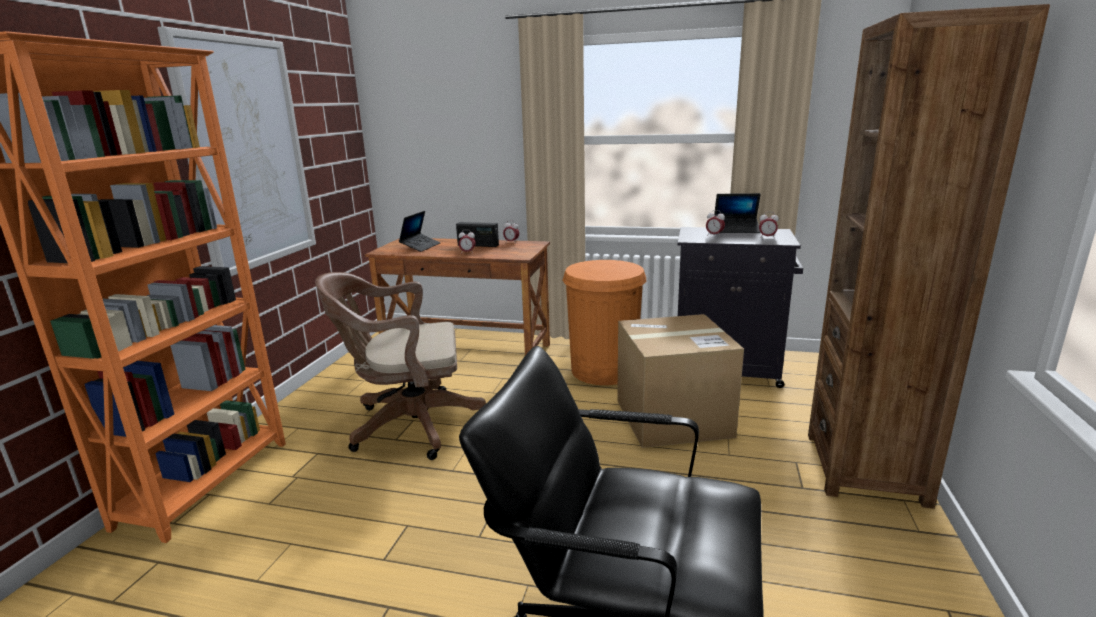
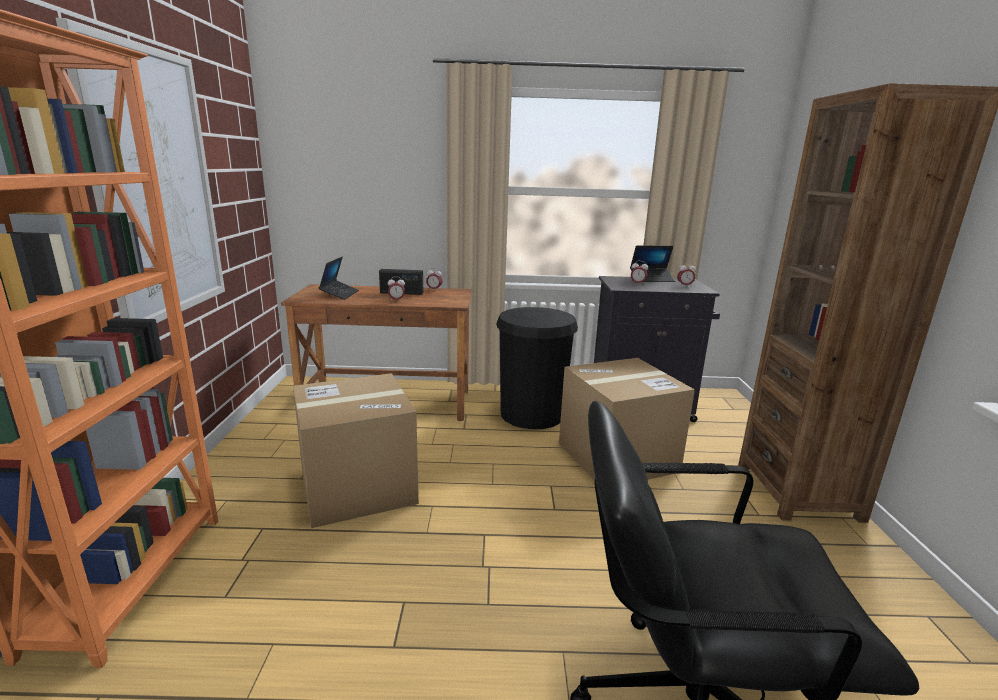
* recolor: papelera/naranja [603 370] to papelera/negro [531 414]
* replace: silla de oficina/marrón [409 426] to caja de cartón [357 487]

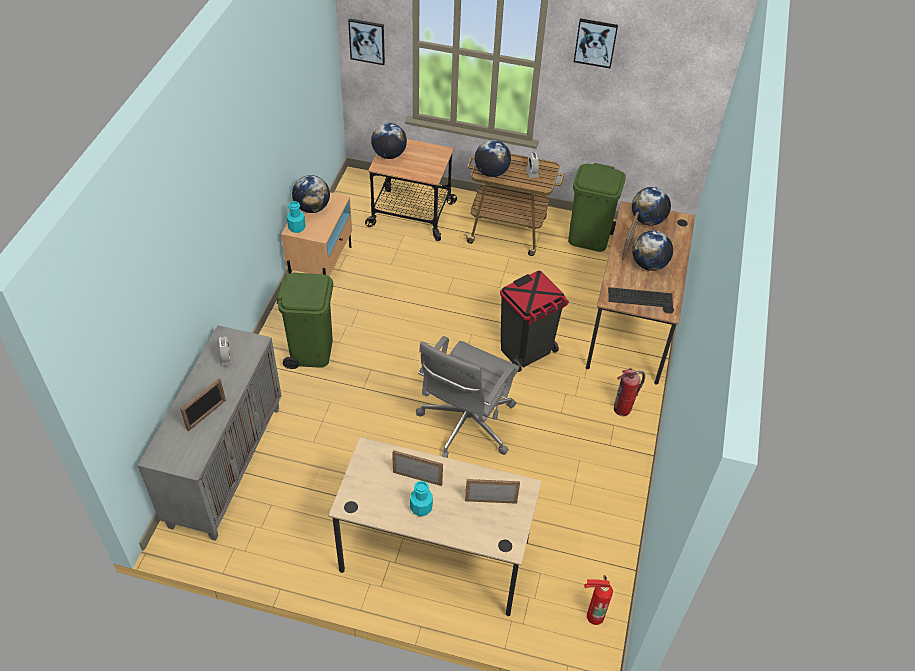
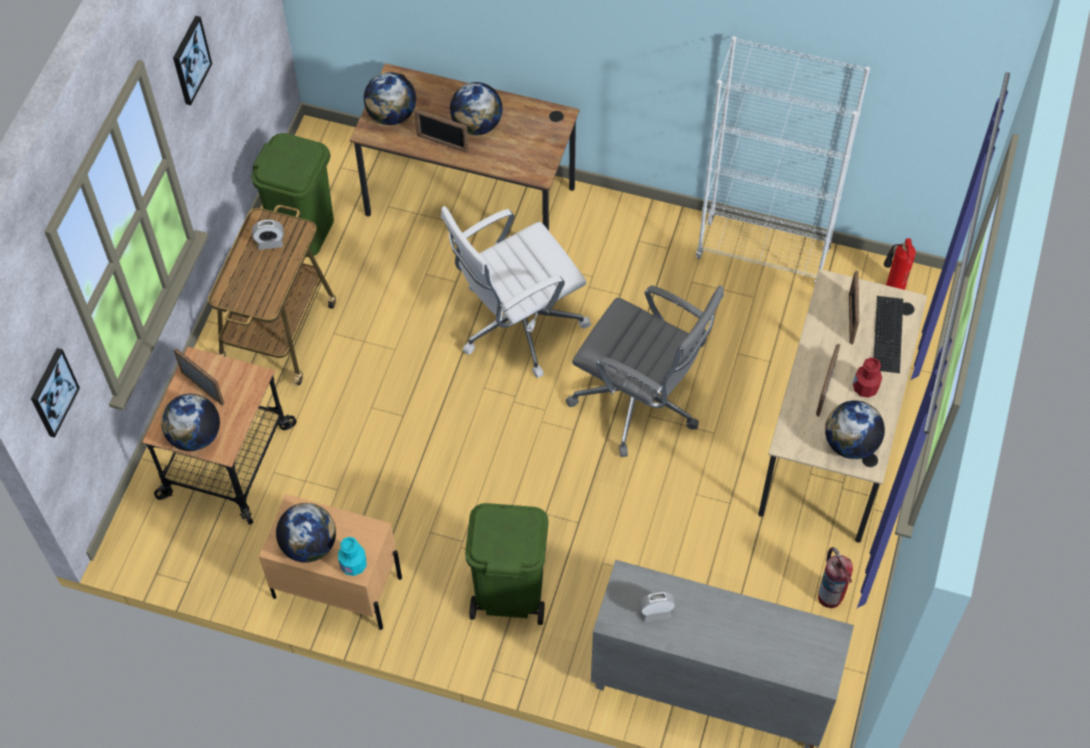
* move: globo terráqueo [491 172] to [850 444]
* replace: papelera/negro [526 351] to silla de oficina/blanco [517 324]
* move: teclado [639 298] to [889 335]
* move: extintor [622 409] to [830 596]
* move: portarretratos [206 415] to [202 387]
* recolor: botella/turquesa [421 507] to botella/rojo [865 388]
* insert: estantería/blanco [763 253]

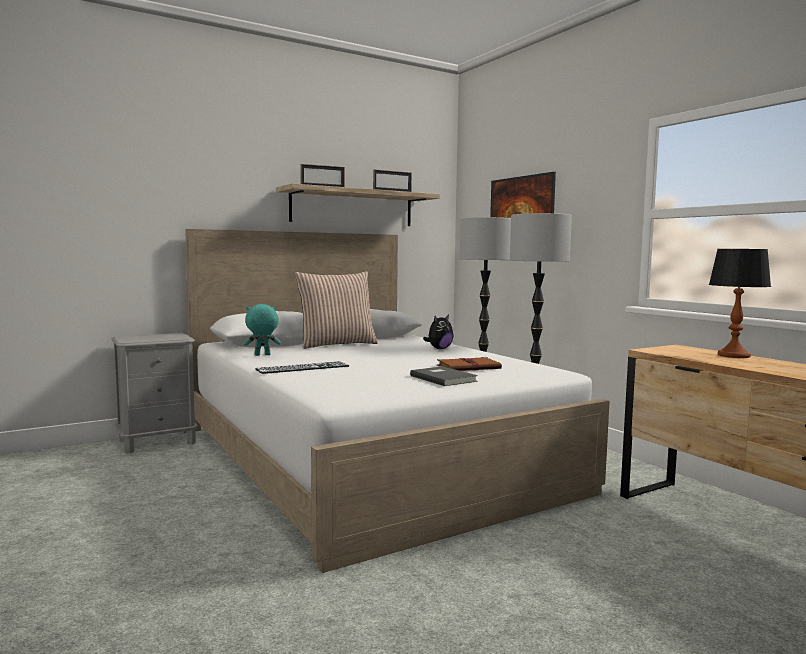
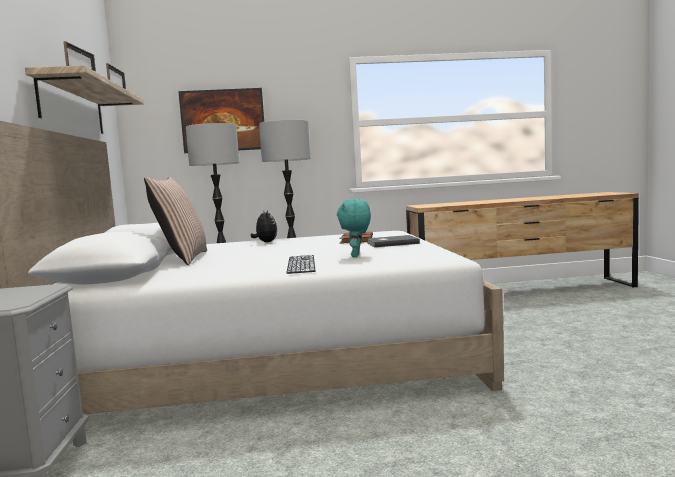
* delete: lámpara de mesa [733 355]
* move: peluche/turquesa [262 355] to [356 256]

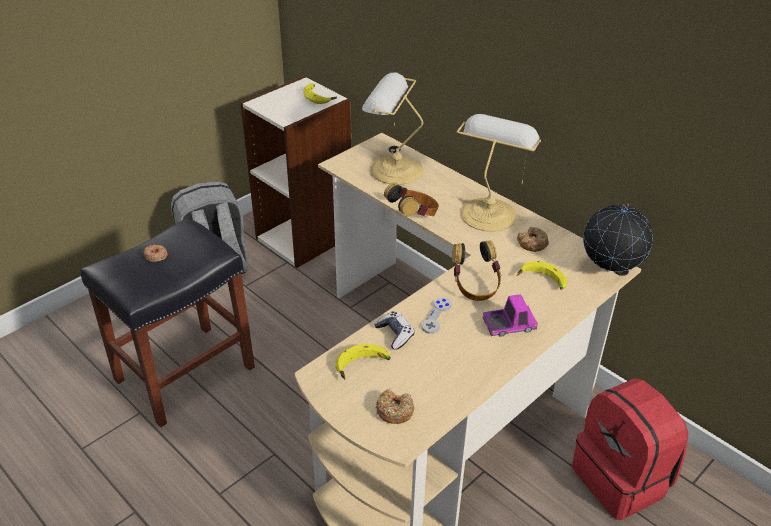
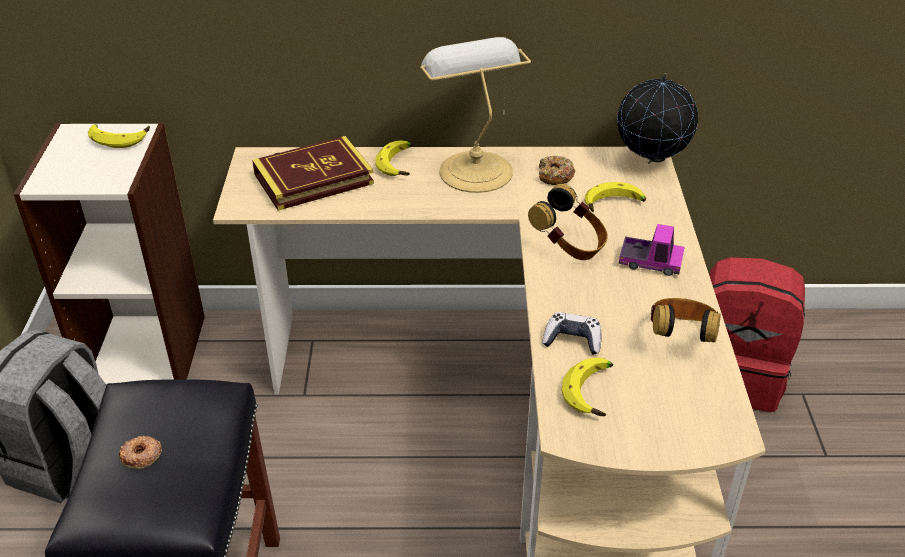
* replace: lámpara de mesa [393 169] to libro [313 179]
* move: auriculares [413 216] to [680 339]
* rotate: camión de juguete [509 326] = [650 262] 75 degrees clockwise
* delete: mando de consola/gris [436 316]
* delete: rosquilla [394 411]
* insert: plátano [400 164]

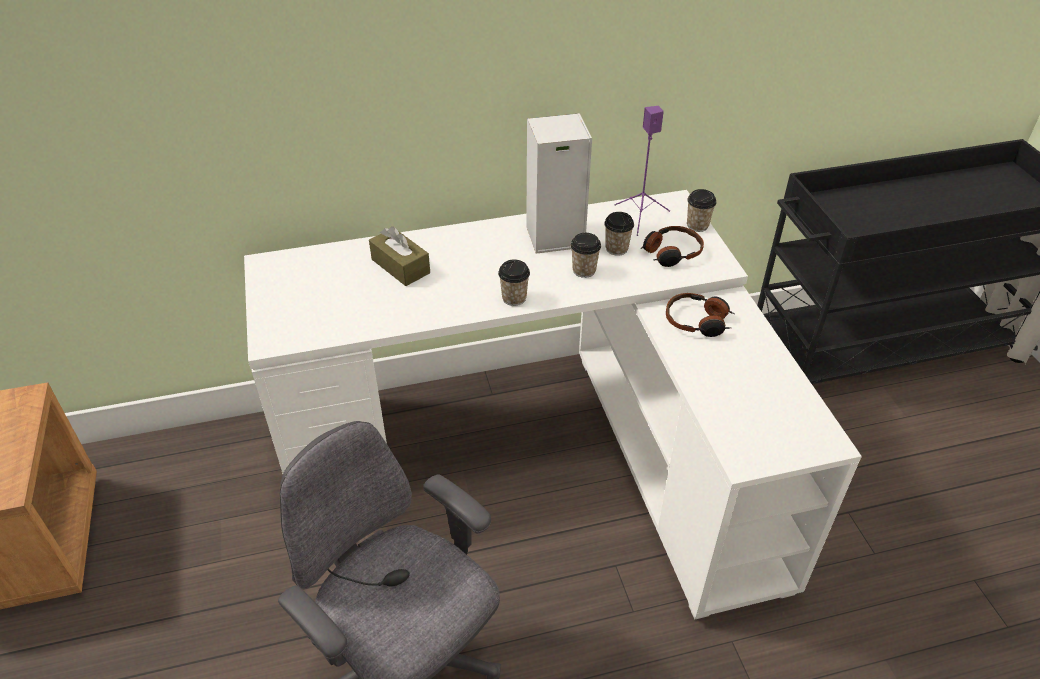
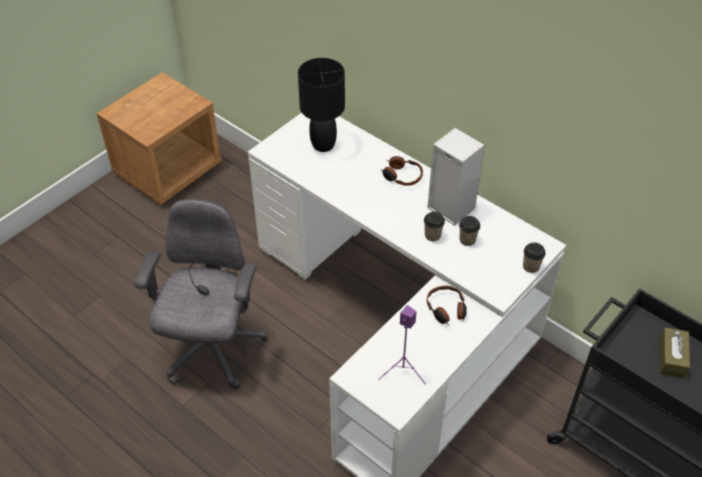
* move: altavoz/morado [640 217] to [402 370]
* move: caja de pañuelos/marrón [400 266] to [671 358]
* move: auriculares [671 253] to [401 176]
* delete: taza [514 298]
* insert: lámpara de mesa/negro [323 145]

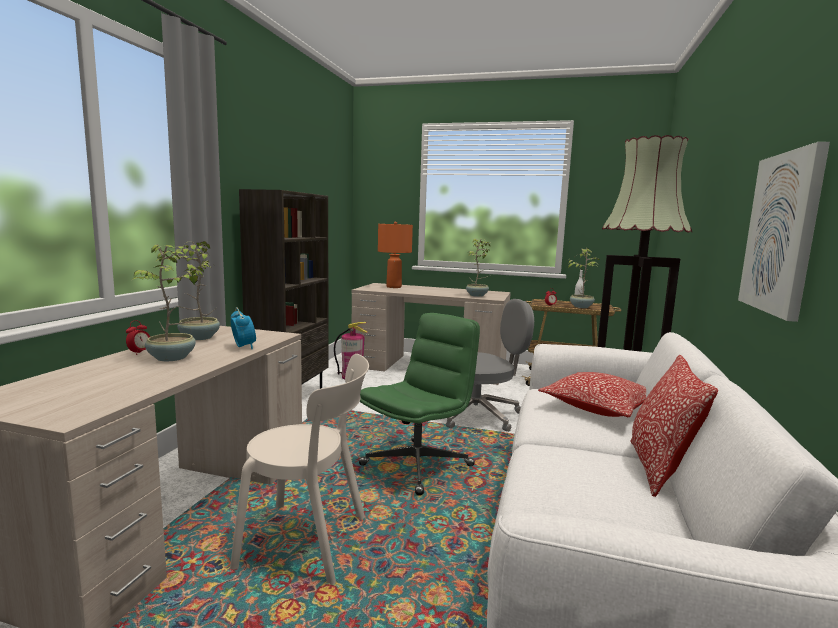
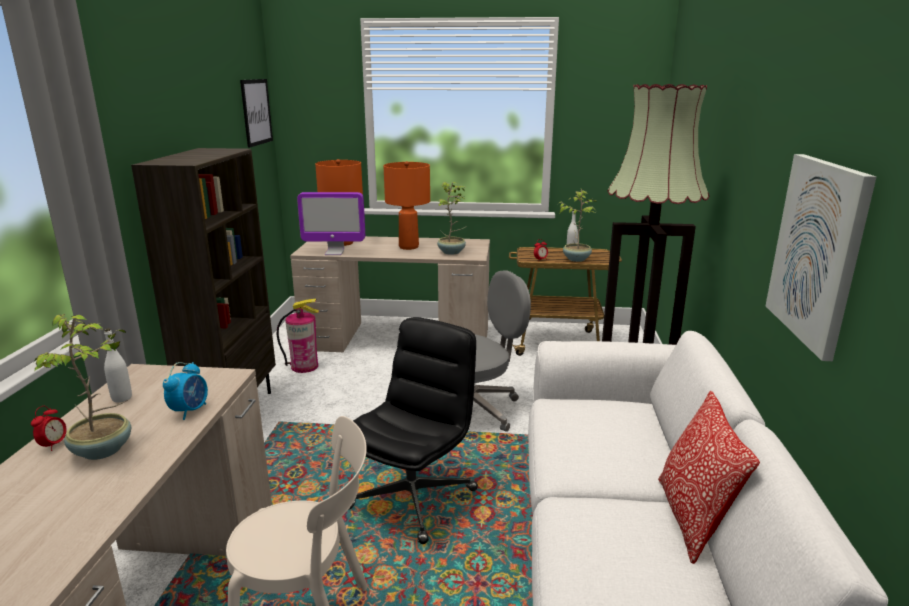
* replace: planta en maceta [198 338] to botella/blanco [122 398]
* rotate: despertador [243 347] = [190 410] 60 degrees clockwise
* recolor: silla de oficina/verde [417 465] to silla de oficina/negro [412 498]
* delete: cojín [599 407]
* insert: cuadro [256 112]
* insert: lámpara de mesa/naranja [408 247]
* insert: monitor [334 252]

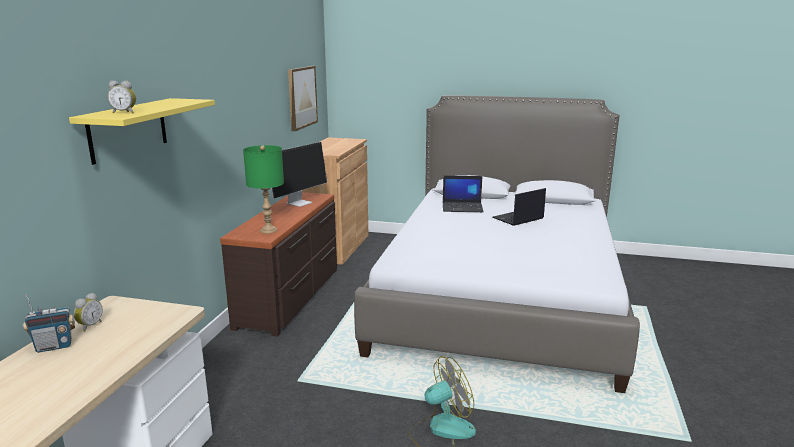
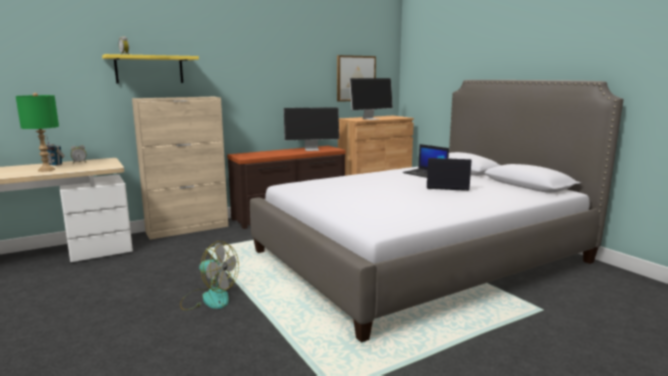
* move: lámpara de mesa/verde [268 230] to [46 170]
* insert: monitor [371 119]
* insert: armario/beis [188 229]

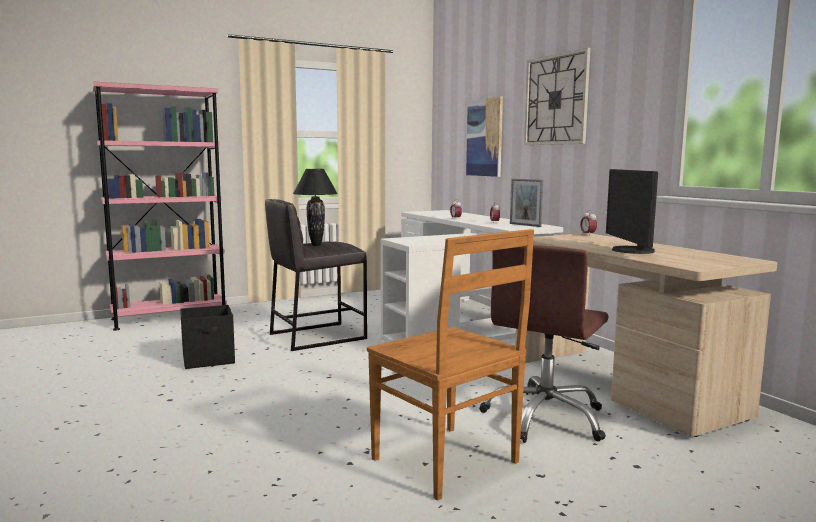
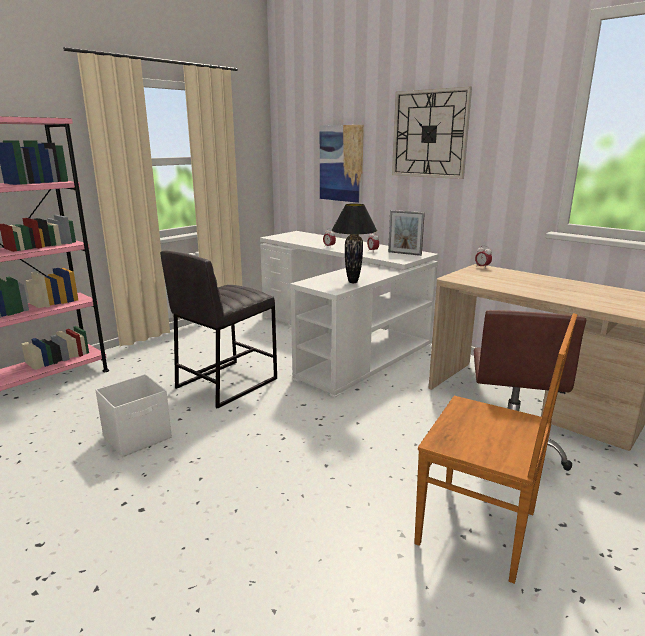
* move: lámpara de mesa/negro [316 245] to [353 282]
* delete: monitor [630 251]
* recolor: caja de almacenaje/negro [209 359] to caja de almacenaje/blanco [138 437]

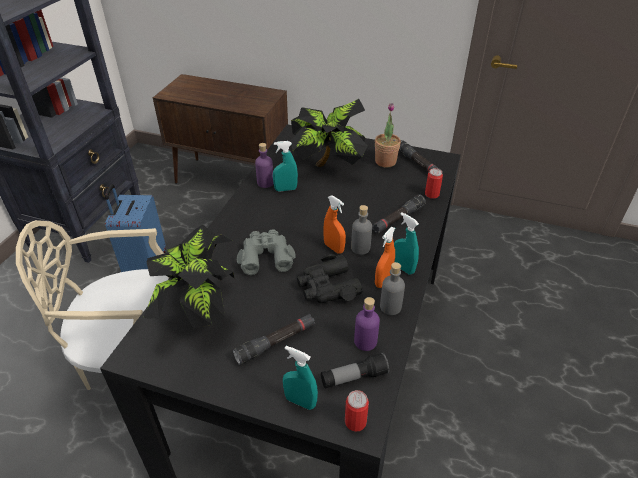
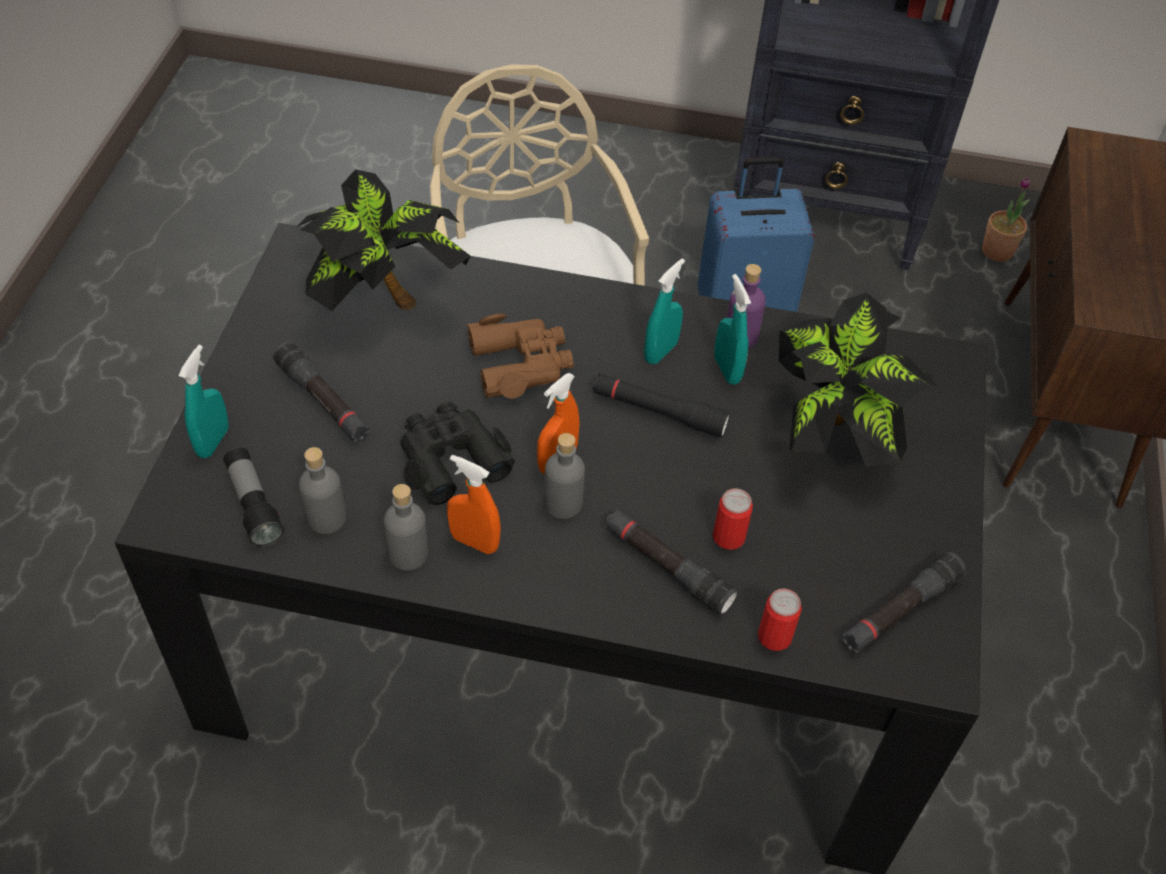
* move: planta en maceta [385 162] to [997 251]
* move: pulverizador/turquesa [403 268] to [660 352]
* recolor: prismáticos/gris [266 256] to prismáticos/marrón [521 364]
* recolor: botella/morado [365 341] to botella/gris [326 518]
* move: lata [355 422] to [728 537]
* insert: linterna/negro [658 412]

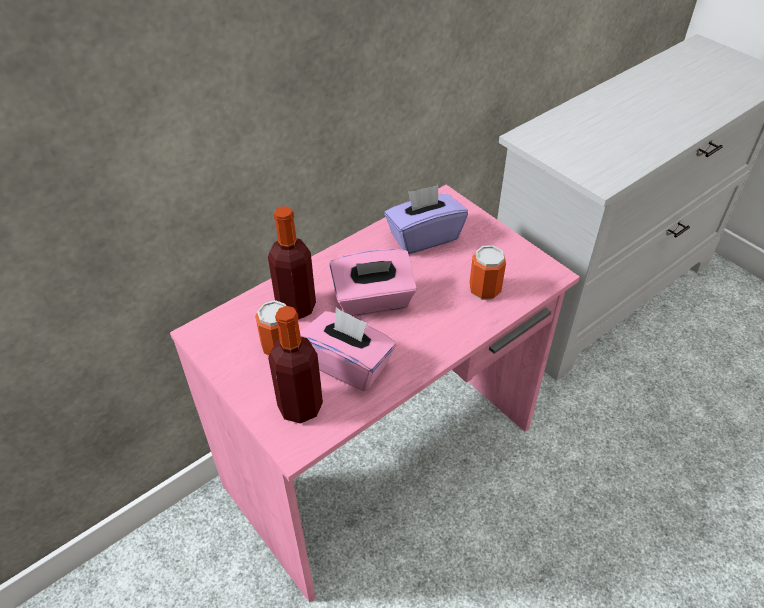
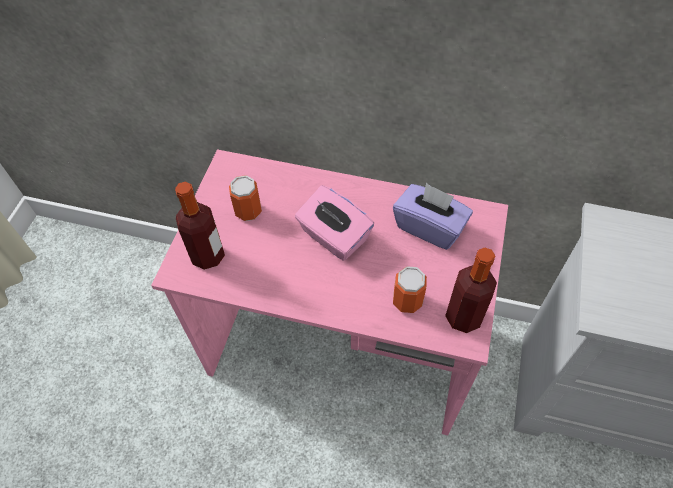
* move: botella [296 307] to [463 317]
* delete: caja de pañuelos/rosa [348 364]

